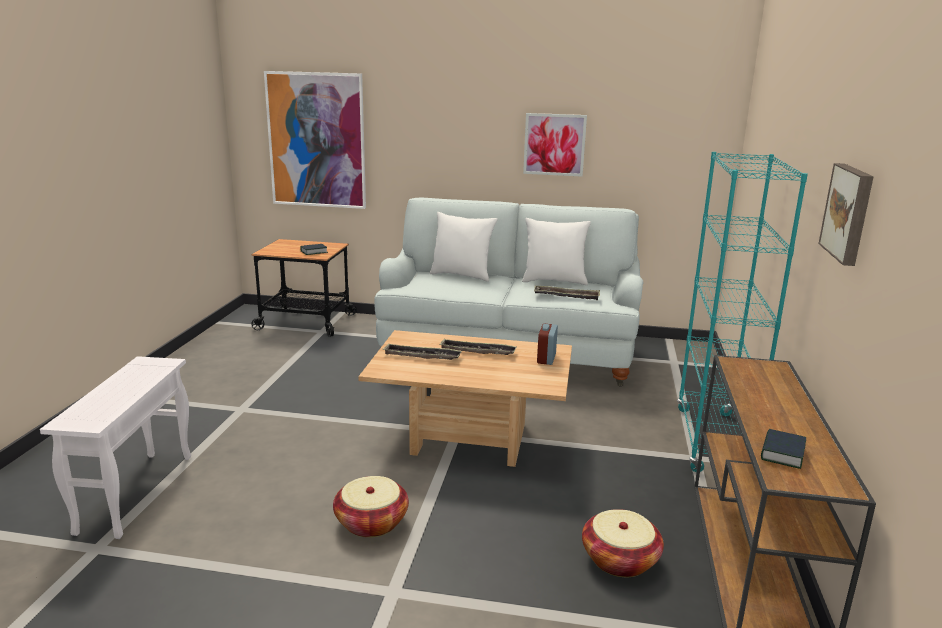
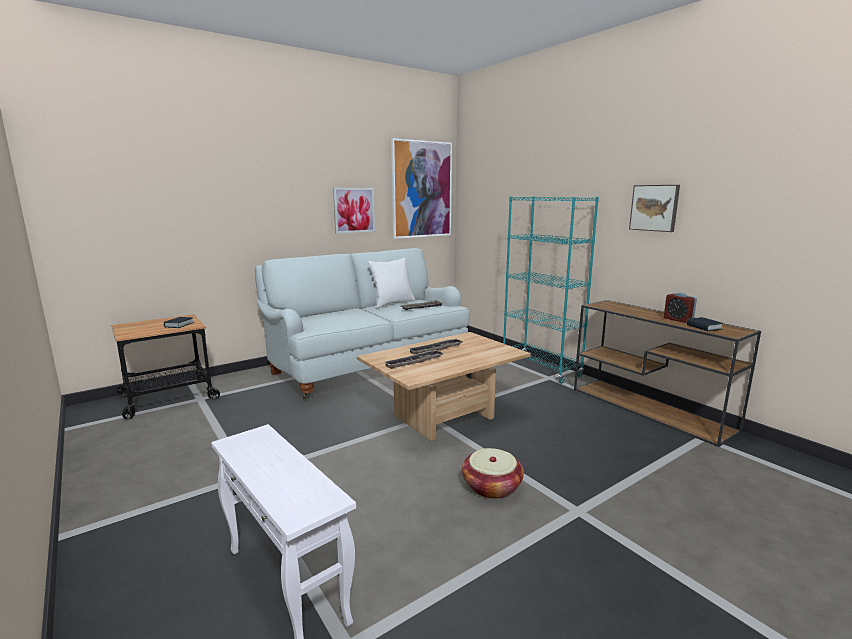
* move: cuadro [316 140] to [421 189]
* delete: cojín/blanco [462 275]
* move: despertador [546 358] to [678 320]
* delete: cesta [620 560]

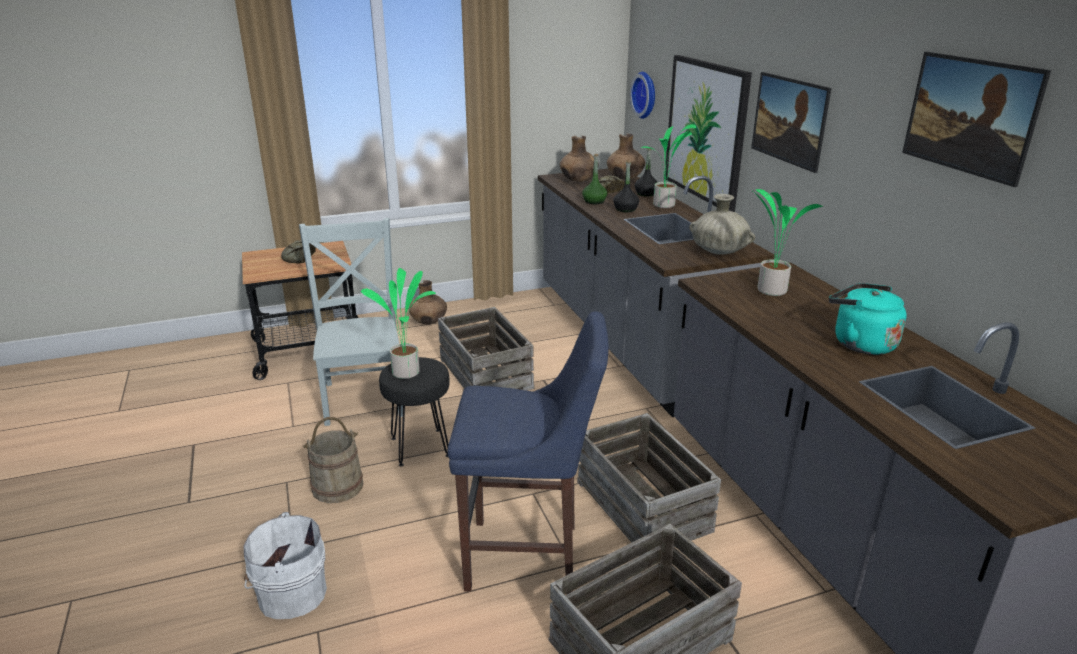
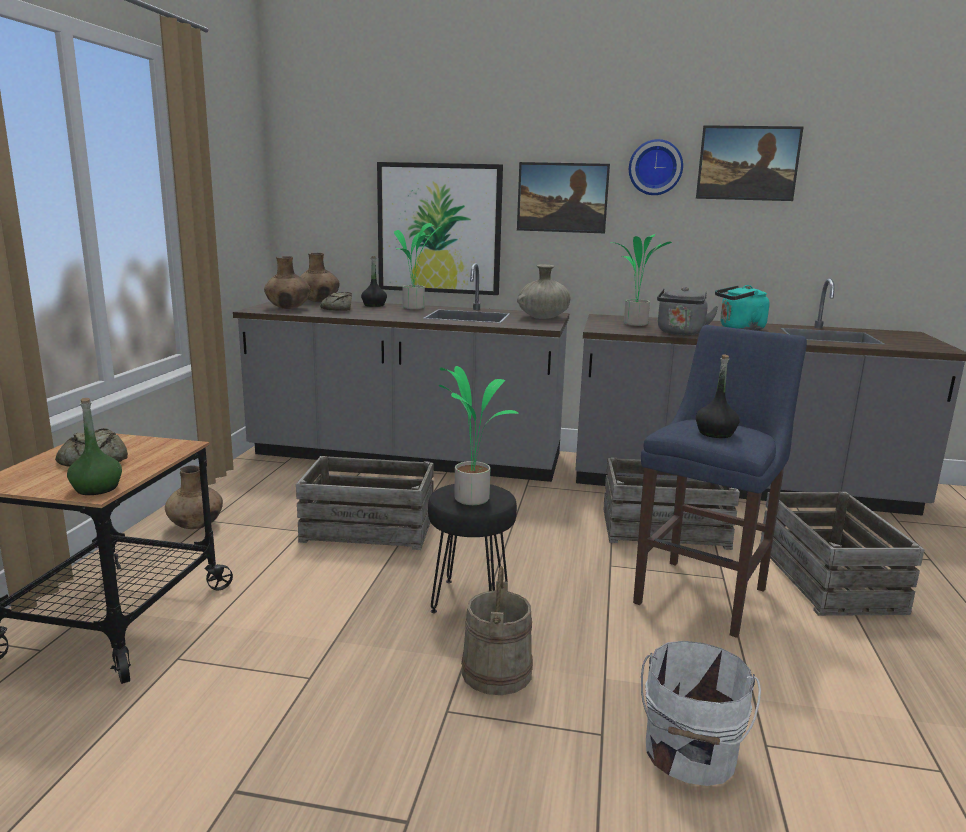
* move: reloj de pared [646 95] to [655 167]
* move: botella/verde [594 201] to [97 488]
* move: botella/negro [625 209] to [715 433]
* delete: silla/gris [364 396]
* insert: hervidor/gris [680 333]

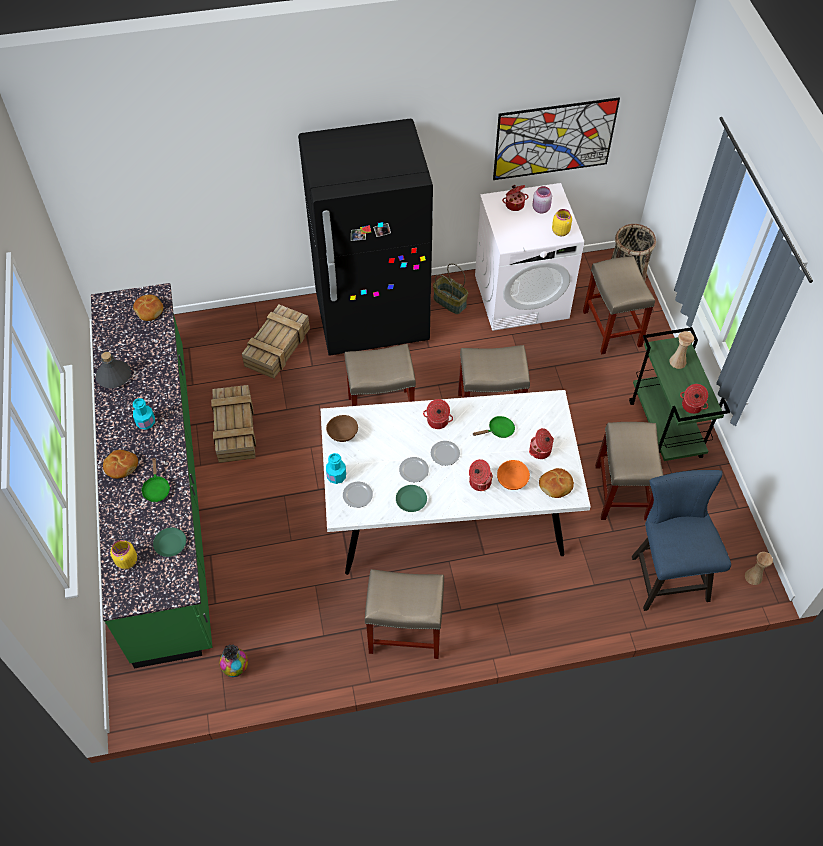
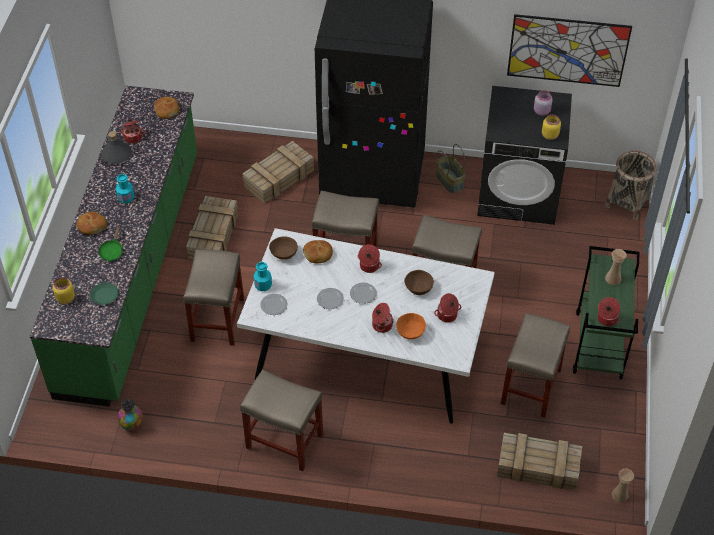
* recolor: lavadora/blanco [522 296] to lavadora/negro [519 193]
* move: olla [514 204] to [133 137]
* move: taburete/beis [611 328] to [217 319]
* replace: sartén/verde [498 430] to cuenco/marrón [418 288]
* move: pan [556 486] to [318 255]
* replace: silla/azul [666 573] to caja de embalaje [539 466]
* delete: plato/verde [411 500]

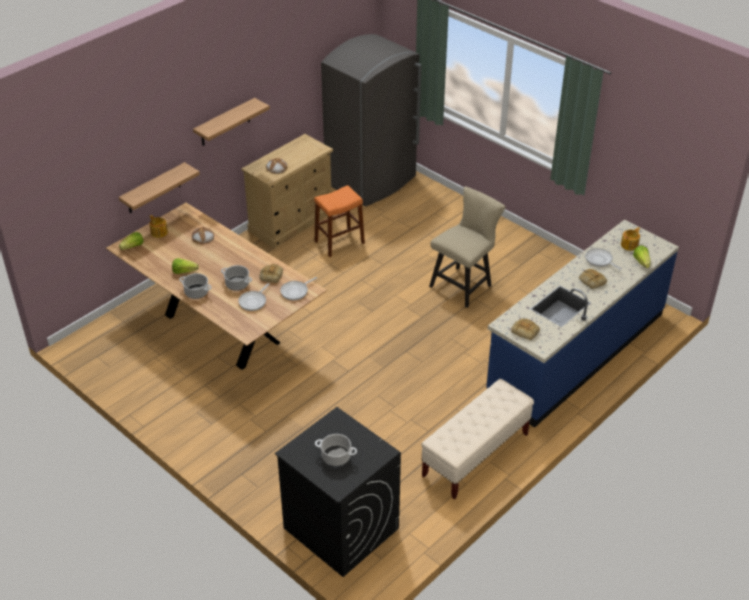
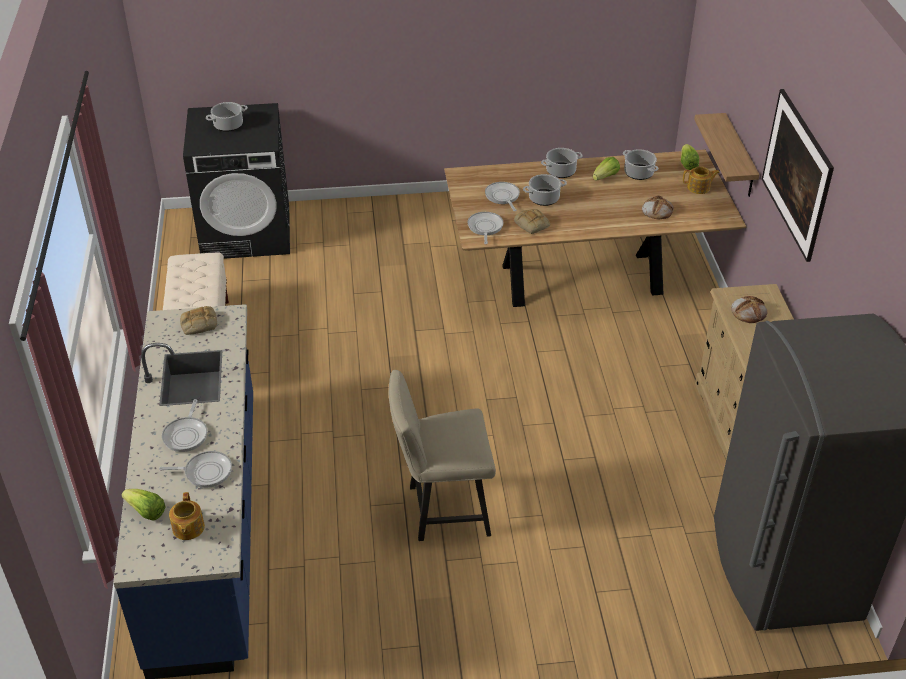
* replace: estante [225 123] to cuadro [791 196]
* delete: taburete/naranja [339 242]
* rotate: silla/beis [464 284] = [442 510] 90 degrees clockwise
* replace: pan [591 281] to sartén [186 434]
* insert: olla [639 173]

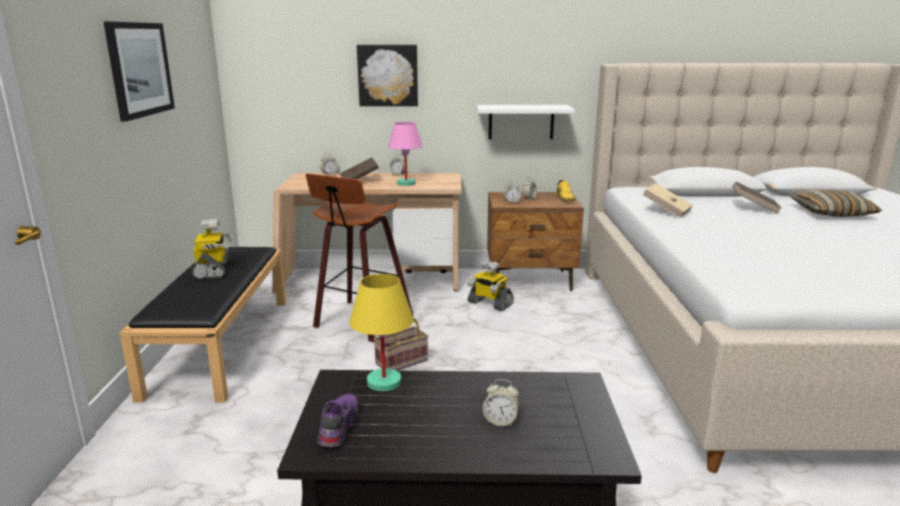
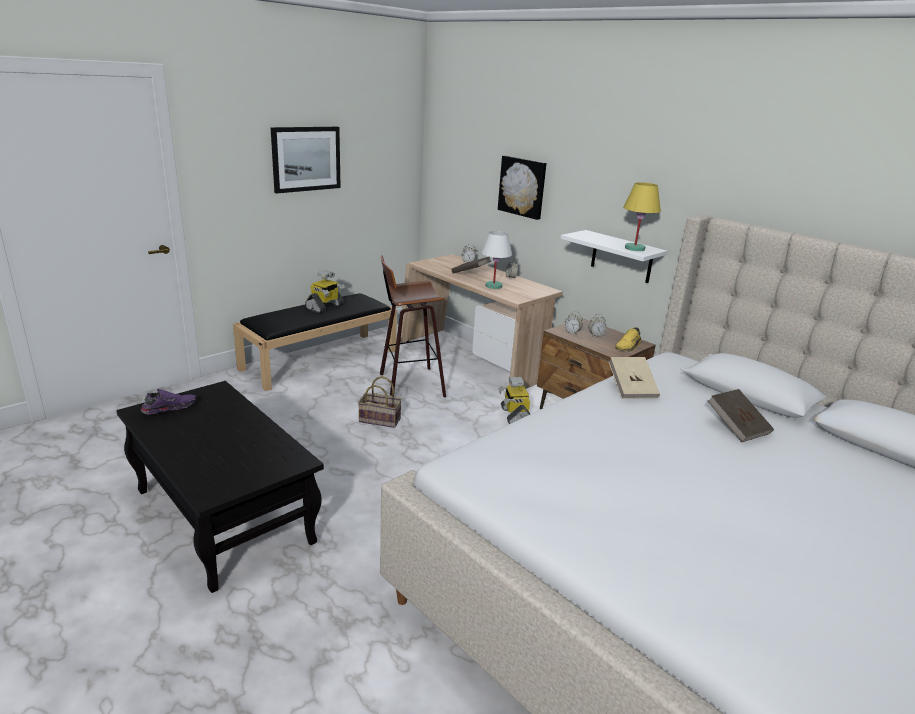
* recolor: lámpara de mesa/rosa [406 183] to lámpara de mesa/blanco [494 286]
* delete: cojín [831 213]
* move: lámpara de mesa/amarillo [383 381] to [634 248]
* delete: despertador [500 421]

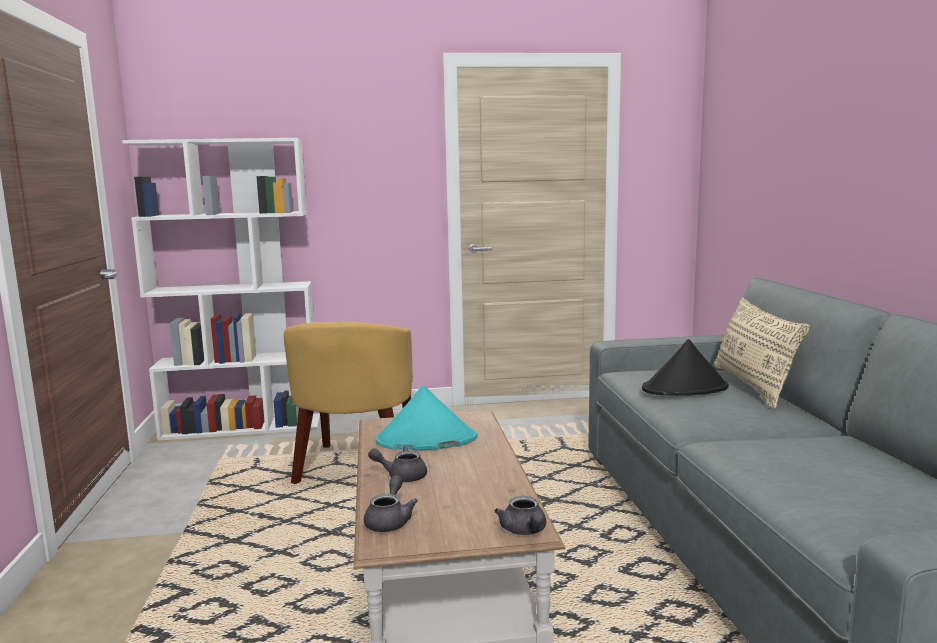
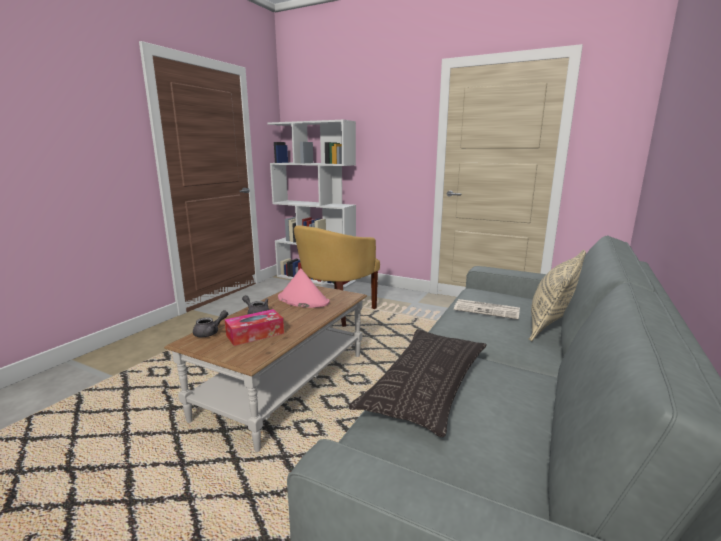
* replace: sombrero/negro [685 389] to periódico [487 310]
* recolor: sombrero/turquesa [426 440] to sombrero/rosa [303 300]
* delete: tetera/gris [525 531]
* insert: caja de pañuelos [255 334]
* insert: cojín [426 385]

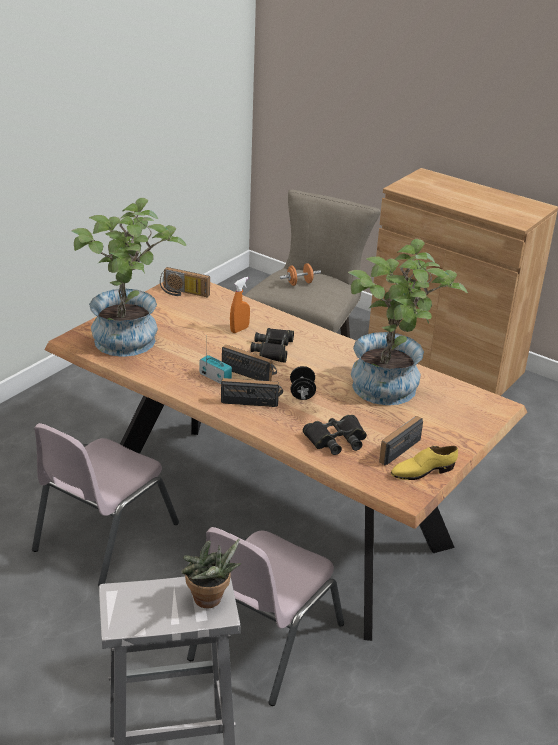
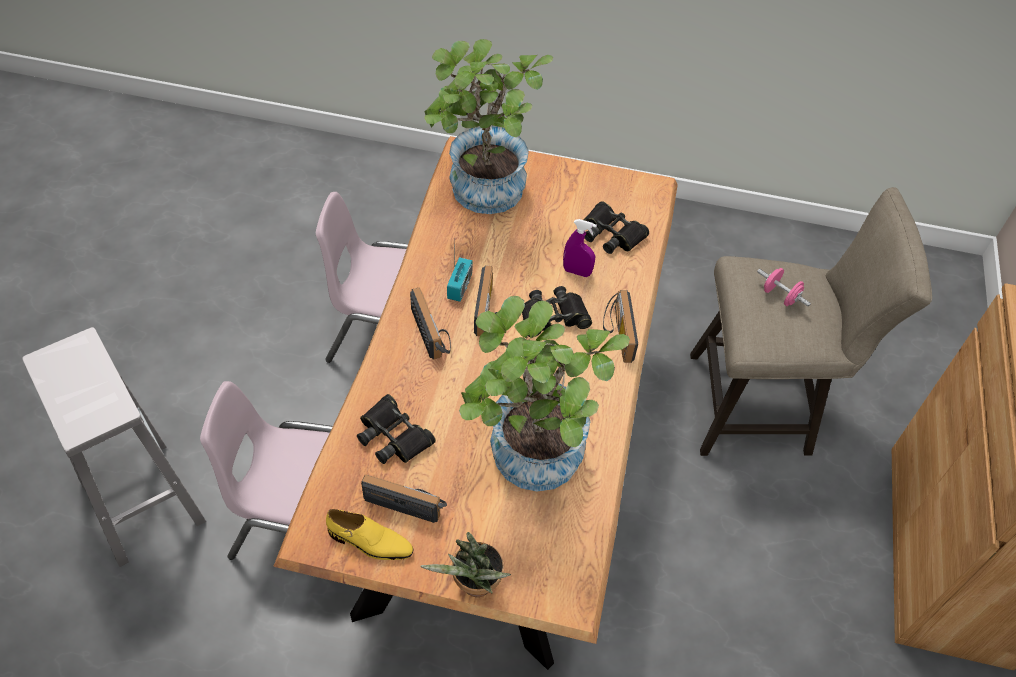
* recolor: mancuerna/naranja [299 283] to mancuerna/rosa [780 296]
* move: radio [183 293] to [616 333]
* recolor: pulverizador/naranja [239 329] to pulverizador/morado [577 272]
* delete: mancuerna/negro [302 393]
* rotate: zapato/amarillo [422 471] = [370 542] 150 degrees clockwise
* move: planta en maceta [209 602] to [474 587]
* insert: prismáticos/negro [611 234]

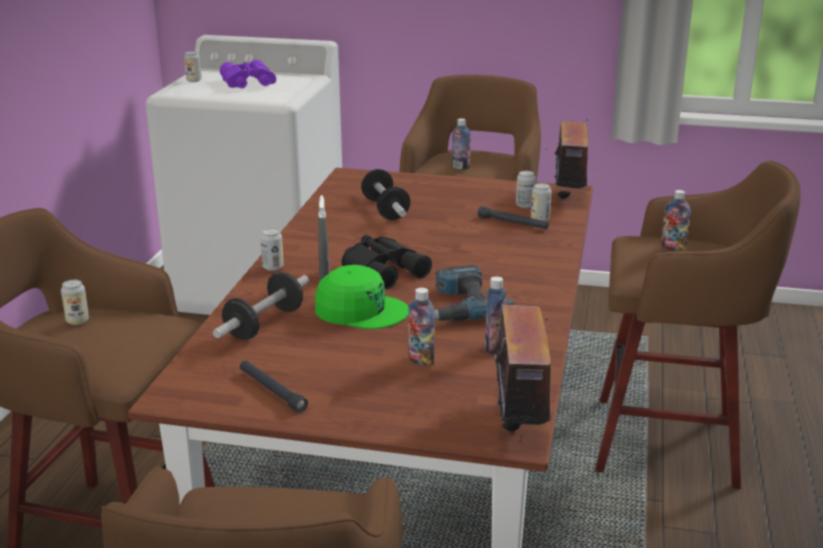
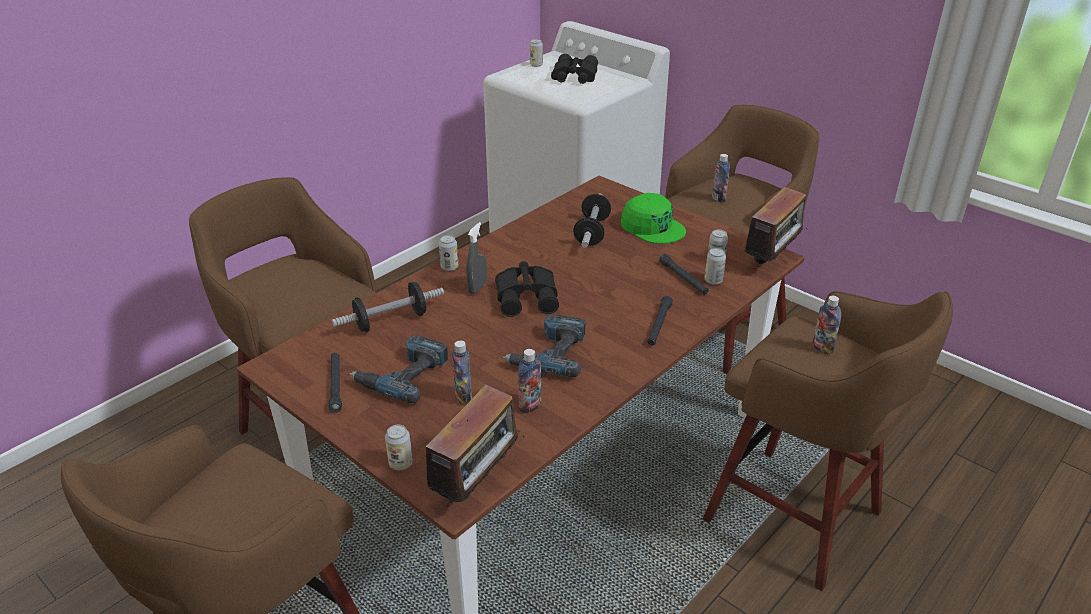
* recolor: prismáticos/morado [247 83] to prismáticos/negro [573 76]
* move: gorra/verde [360 310] to [652 227]
* move: lata [77 321] to [400 463]
* insert: linterna/negro [659 325]
* insert: taladro [403 375]

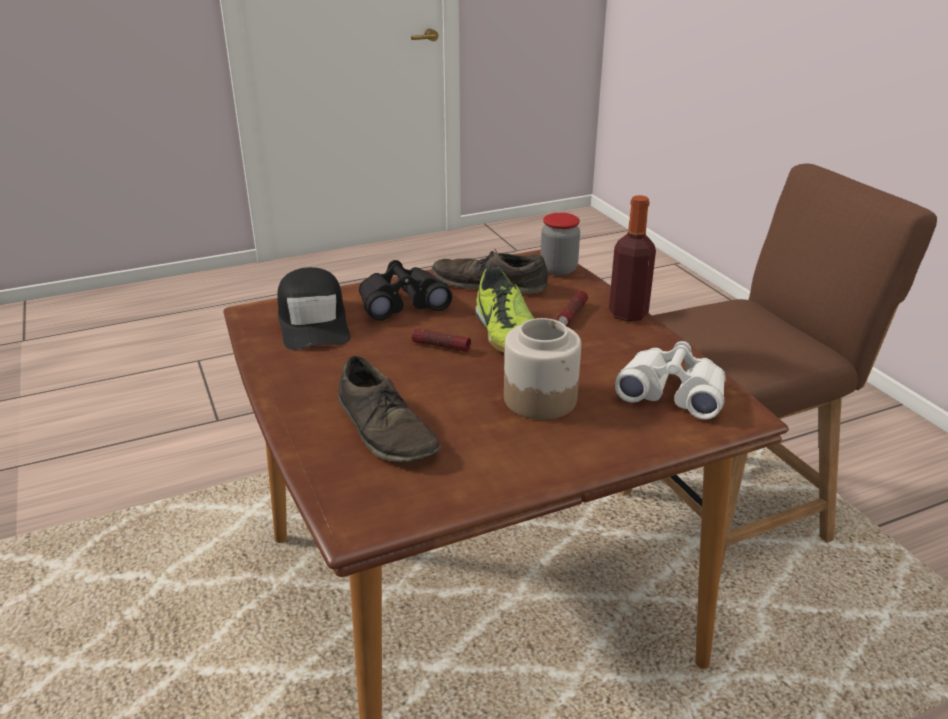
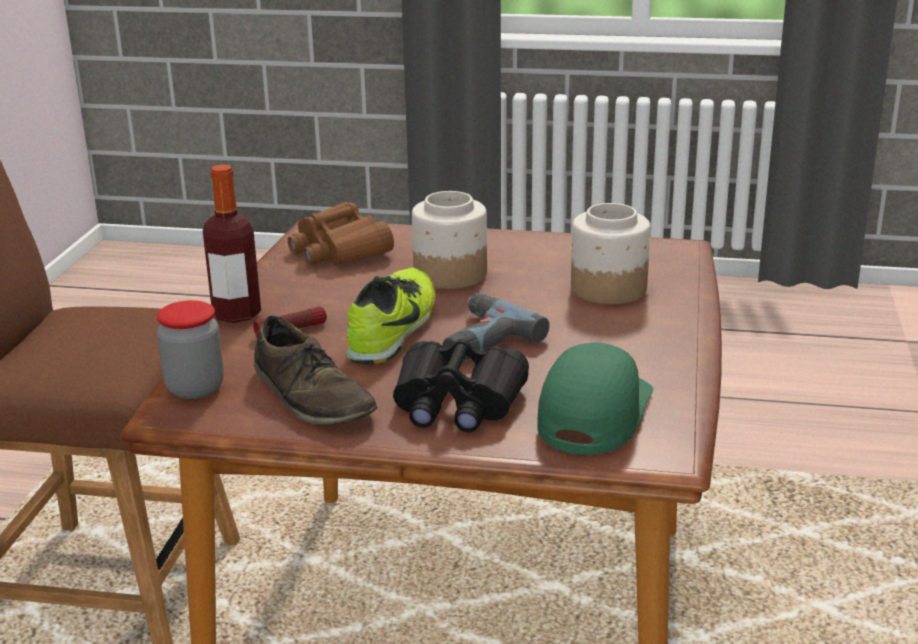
* recolor: gorra/negro [313 321] to gorra/verde [594 413]
* replace: linterna [440 346] to taladro [477 339]
* recolor: prismáticos/blanco [672 393] to prismáticos/marrón [338 250]
* replace: zapato/marrón [386 430] to tarro [607 289]

